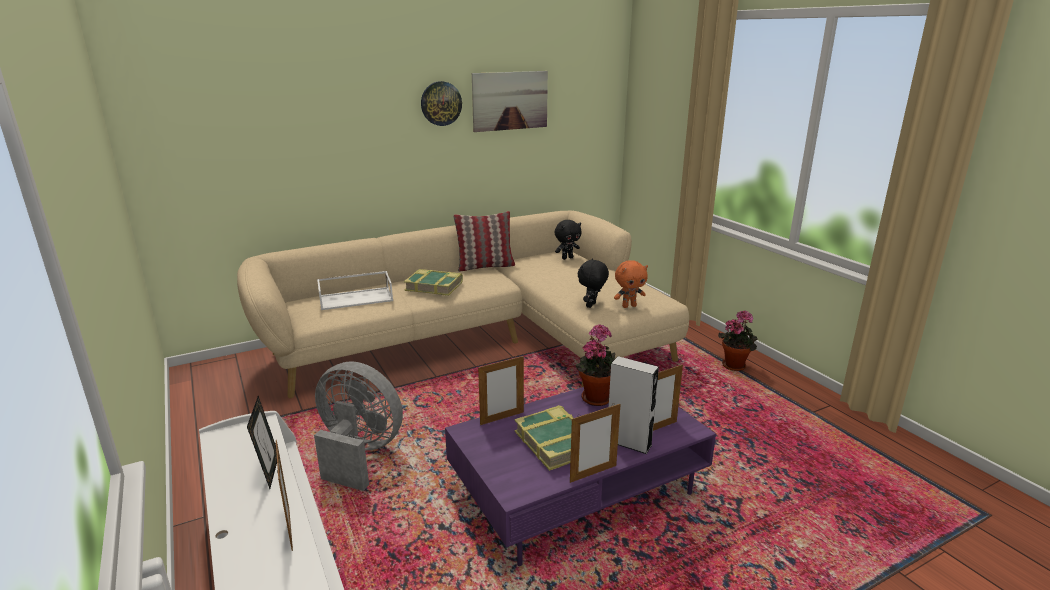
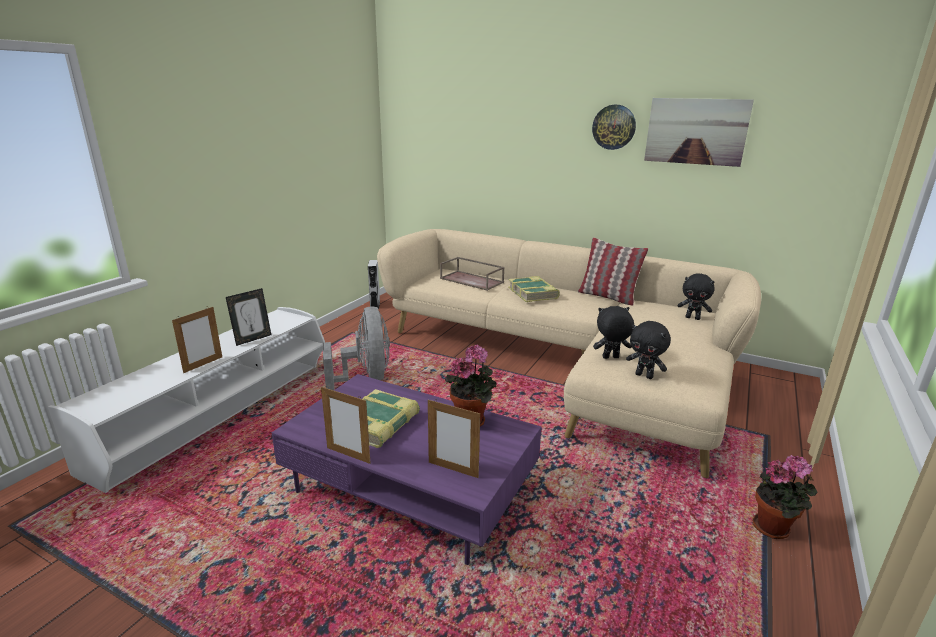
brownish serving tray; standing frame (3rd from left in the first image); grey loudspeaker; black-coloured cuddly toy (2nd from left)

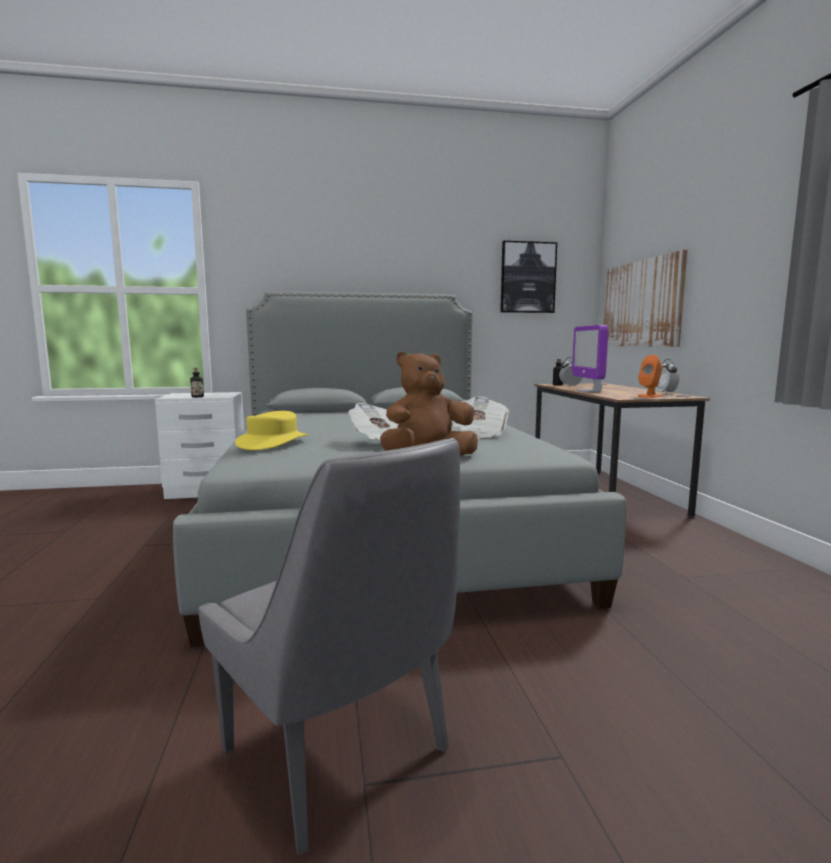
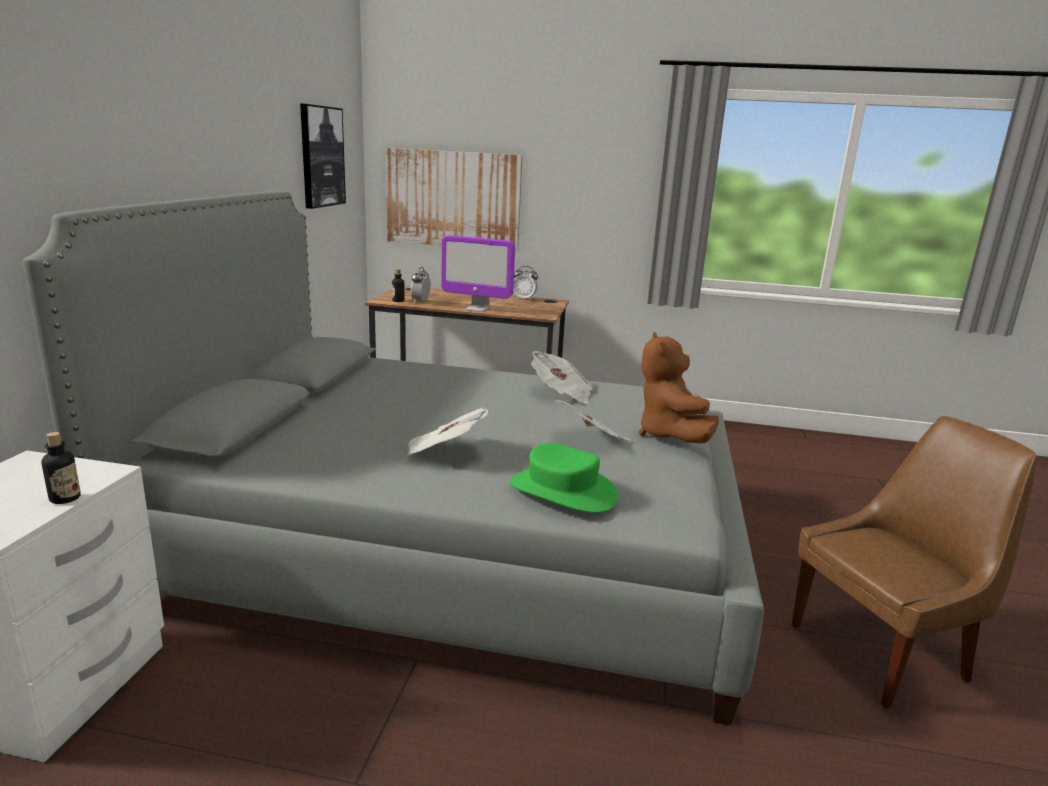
brownish upright chair; green-coloured clothing hat; orangey loudspeaker; daily paper (1st from left)

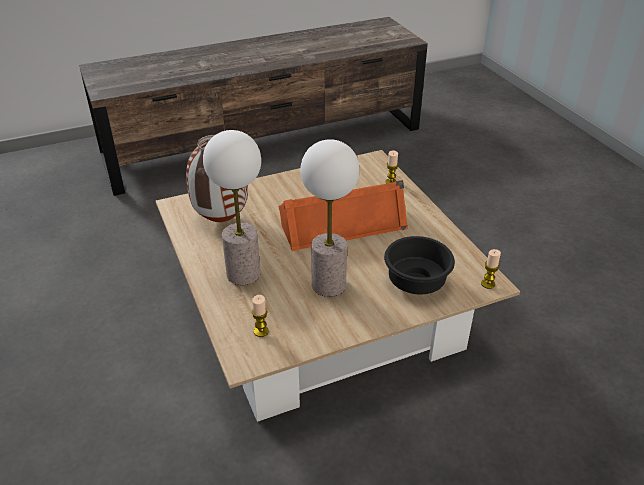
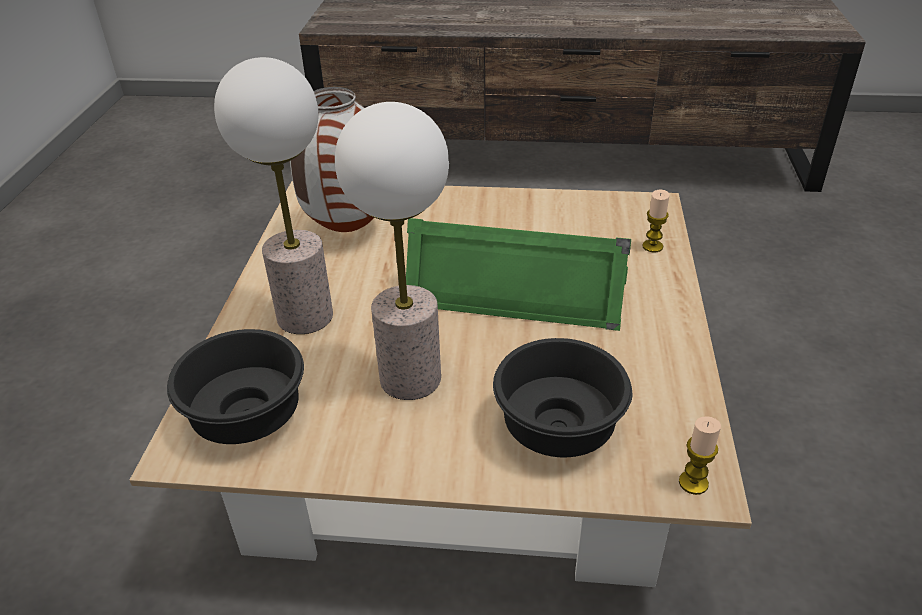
black-coloured serving bowl (1st from left); green-coloured loudspeaker

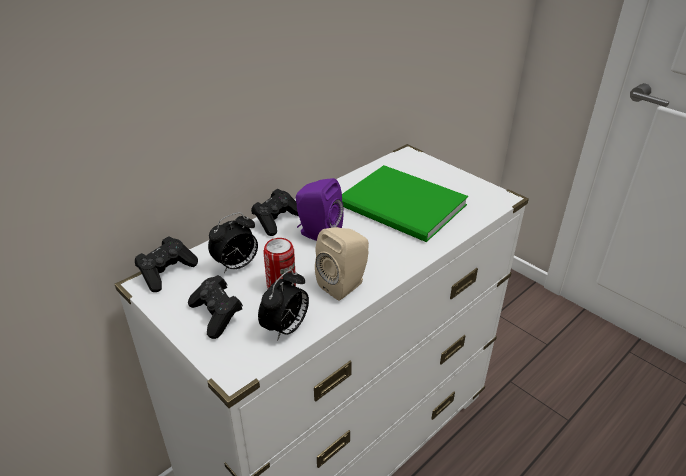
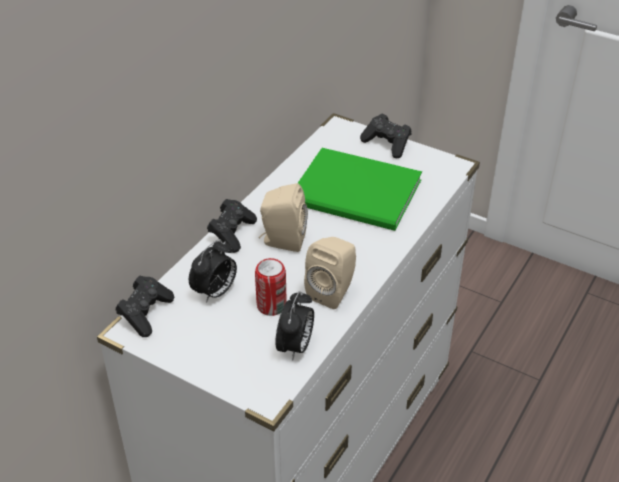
black-coloured gamepad (3rd from left); beige loudspeaker (1st from left)

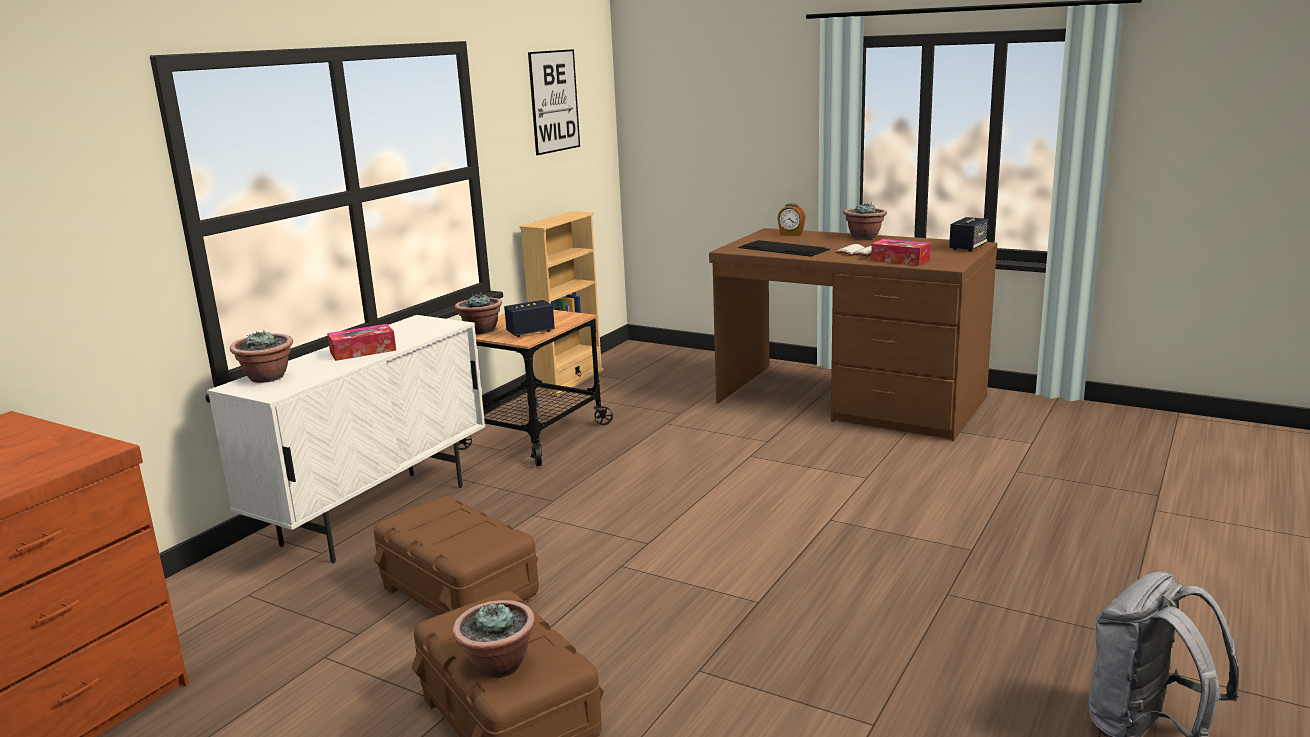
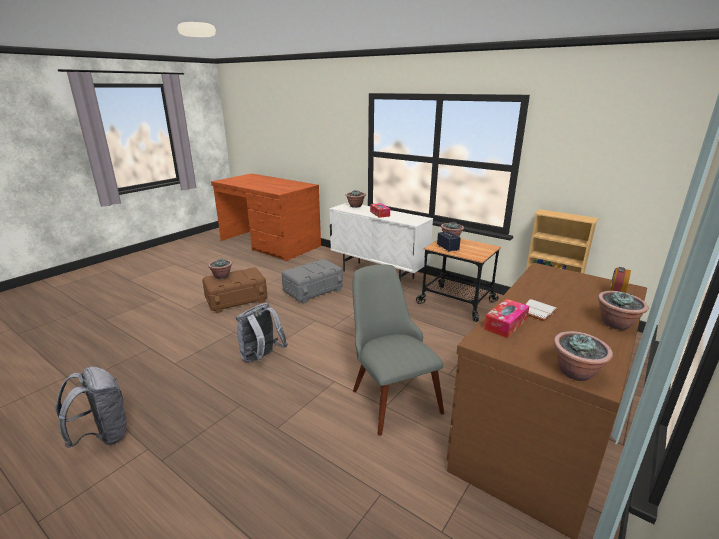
grey storage container; picture; keyboard; plant in a pot (4th from left); grey backpack (2nd from left); grey upright chair

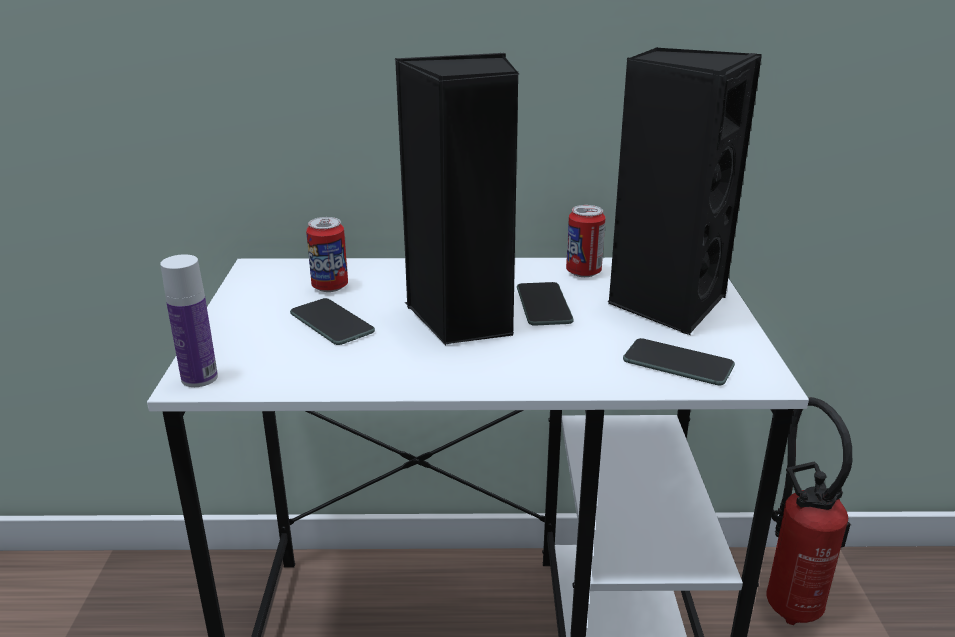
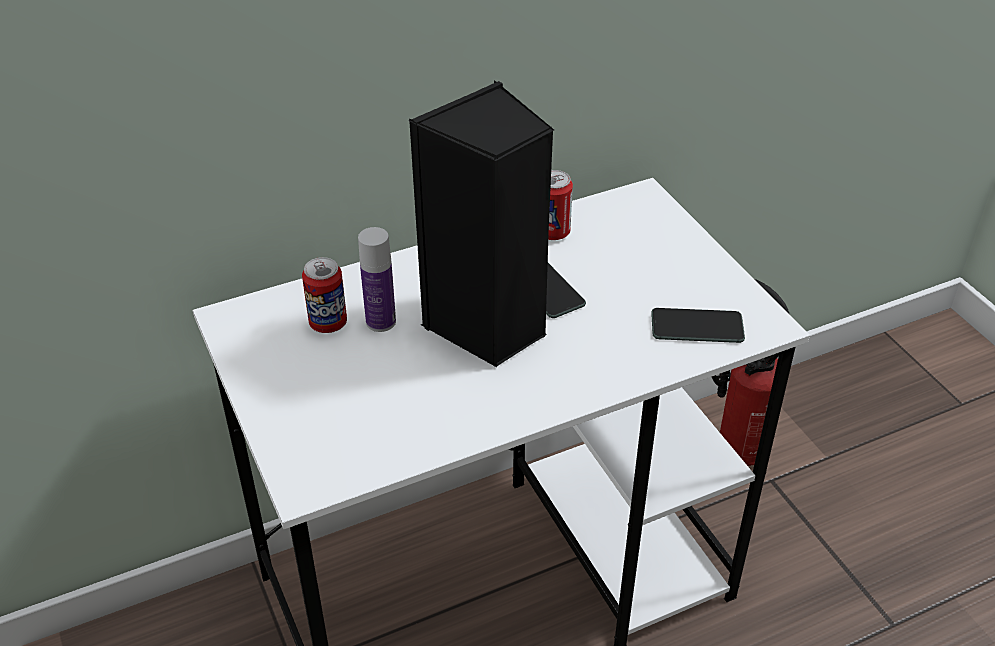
drink bottle; phone (1st from left in the first image); black-coloured loudspeaker (2nd from left in the first image)

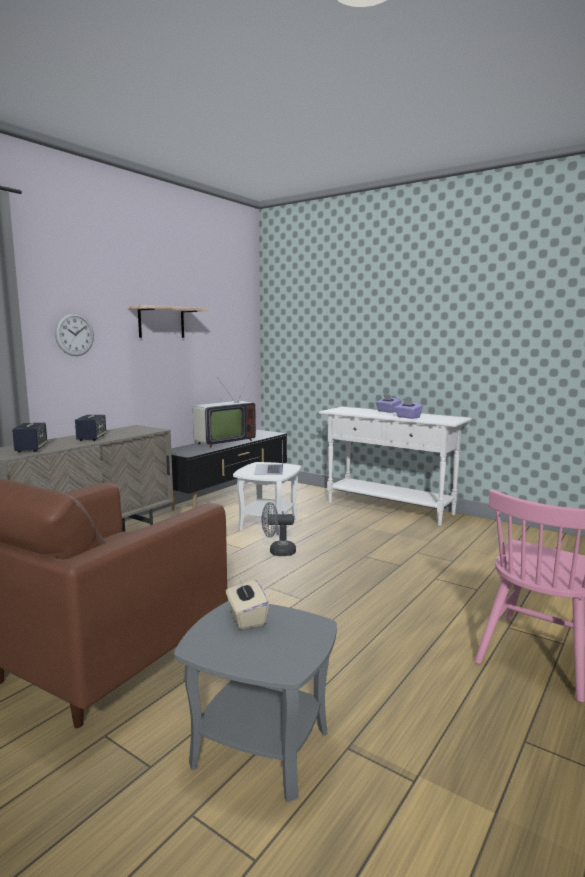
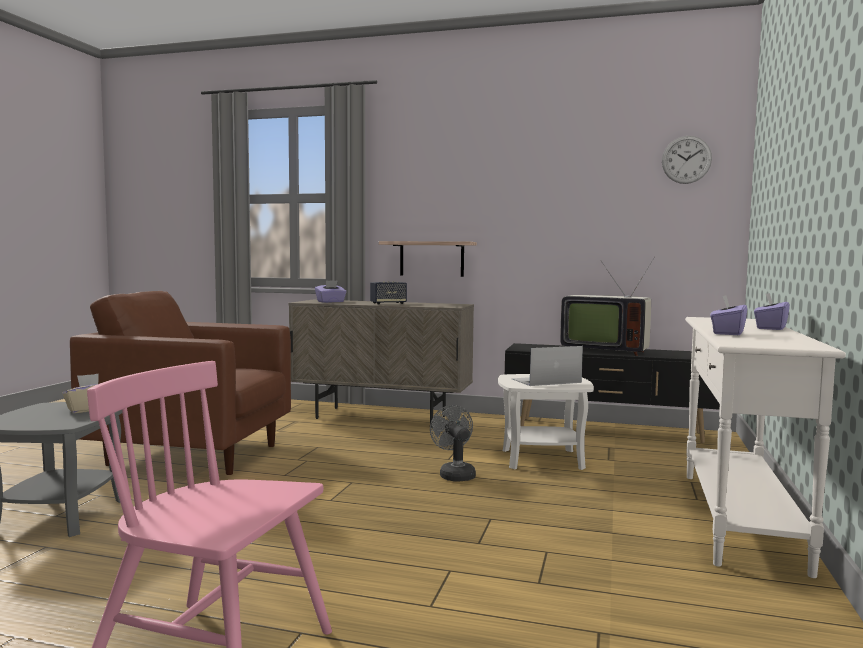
purplish tissue holder (1st from left); clock on the wall; bracket shelf

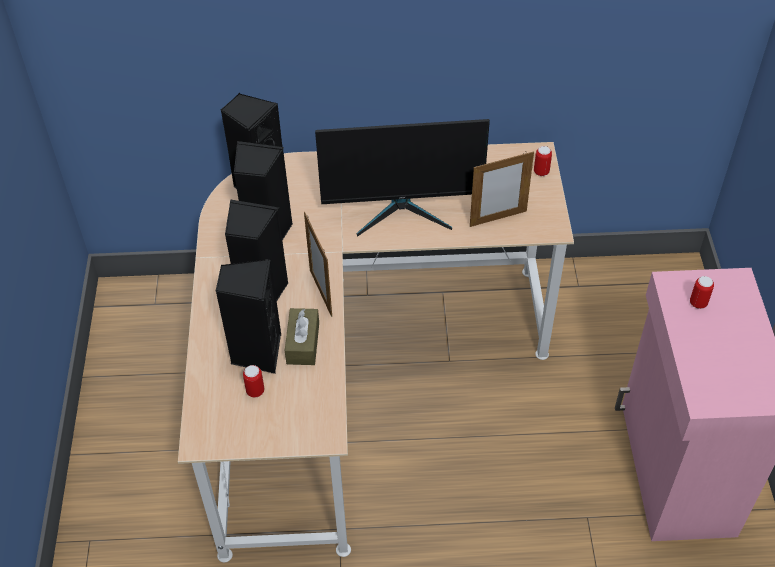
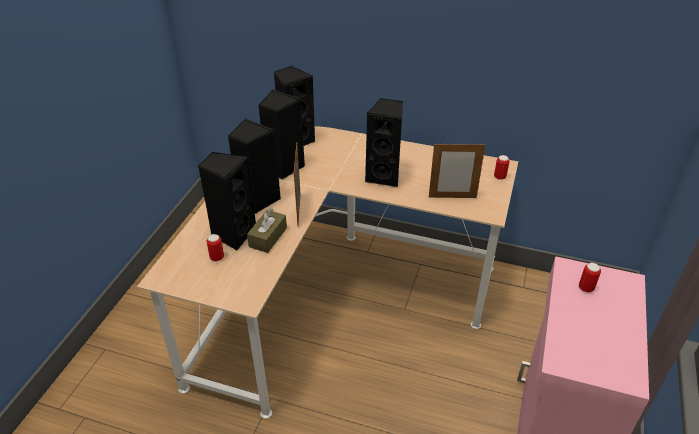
black-coloured loudspeaker (5th from left)

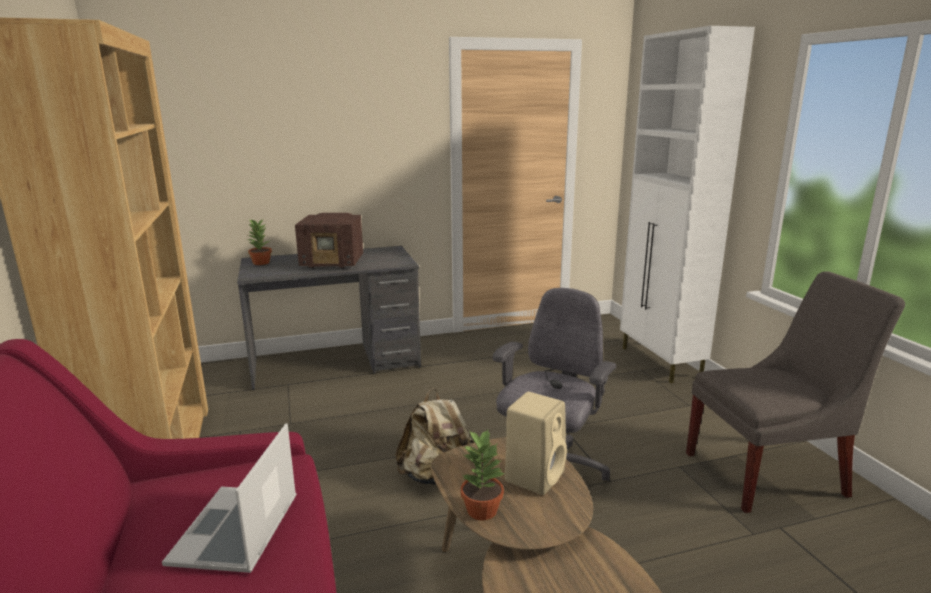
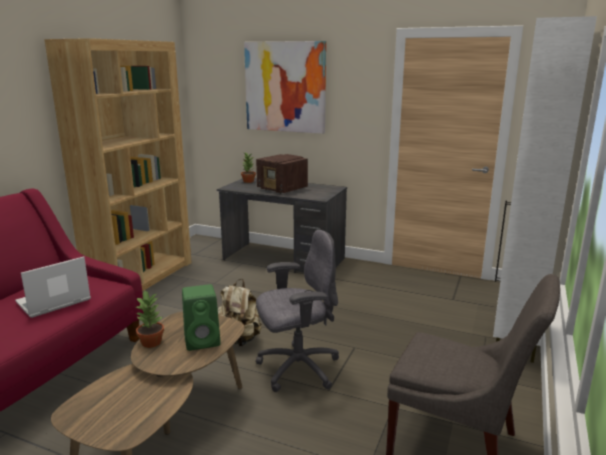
green-coloured loudspeaker; picture

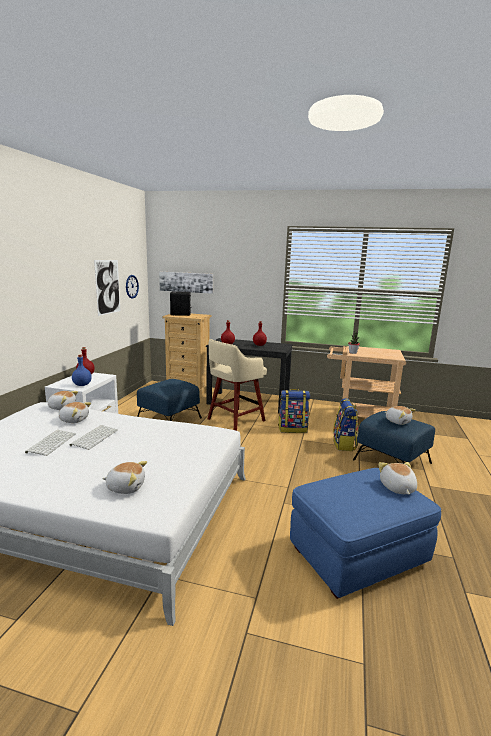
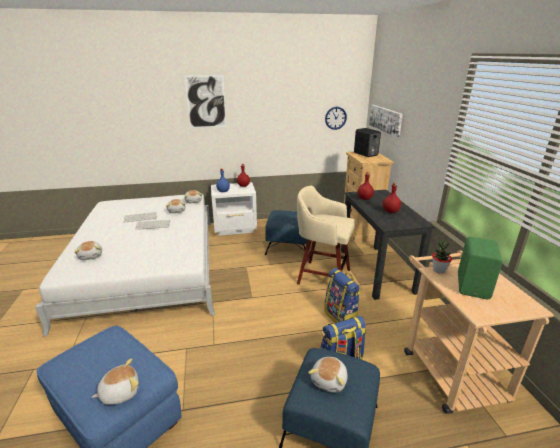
picture (1st from left); green-coloured loudspeaker

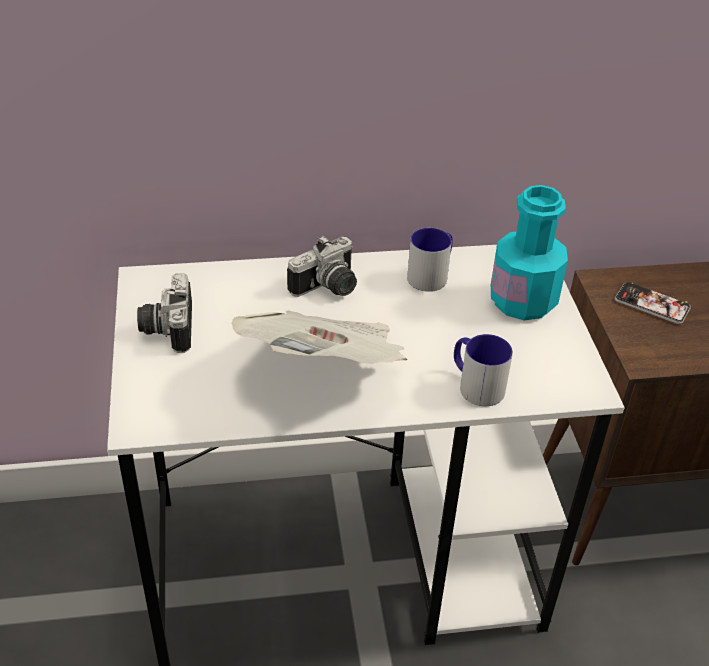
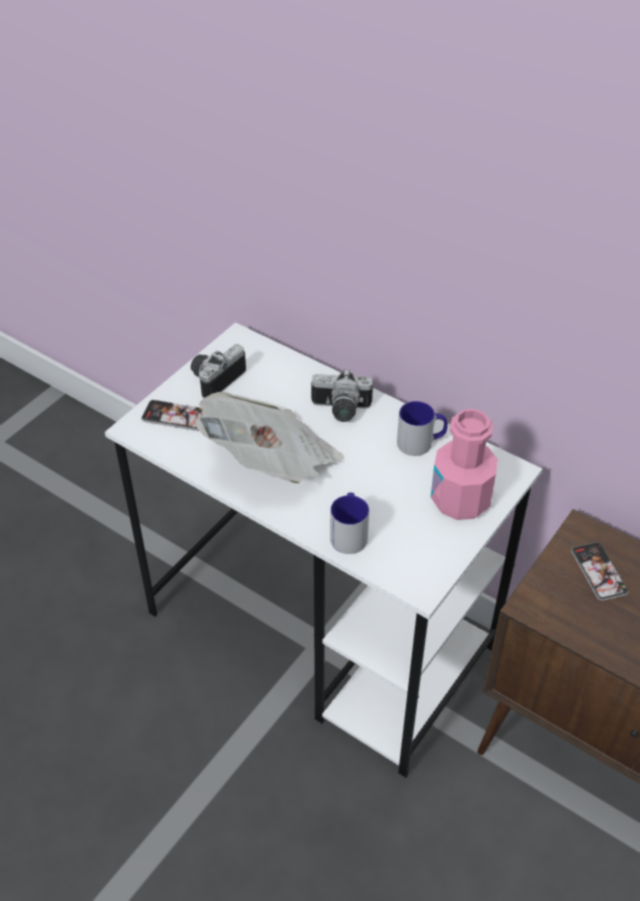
pink drink bottle; phone (1st from left)

